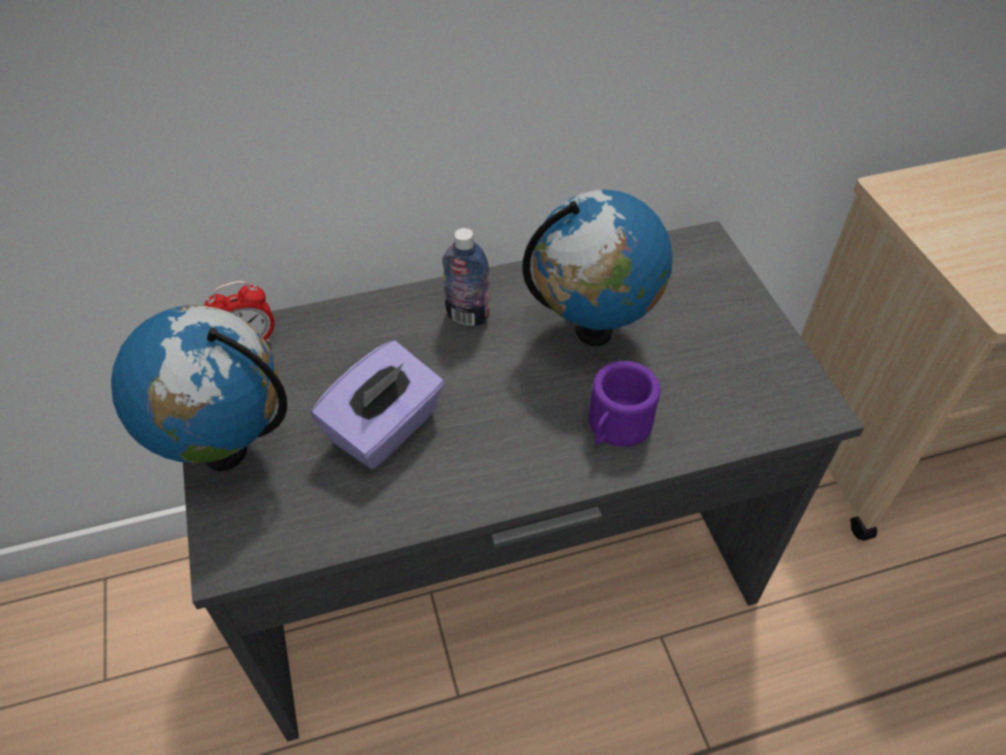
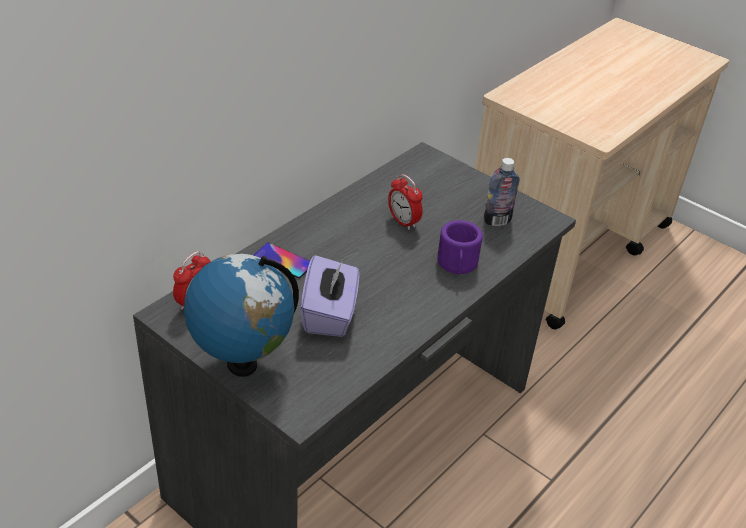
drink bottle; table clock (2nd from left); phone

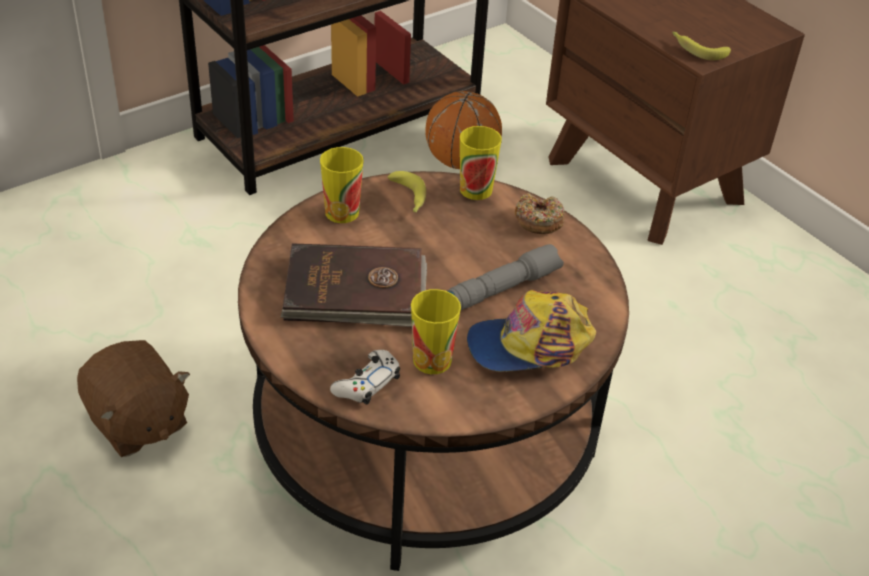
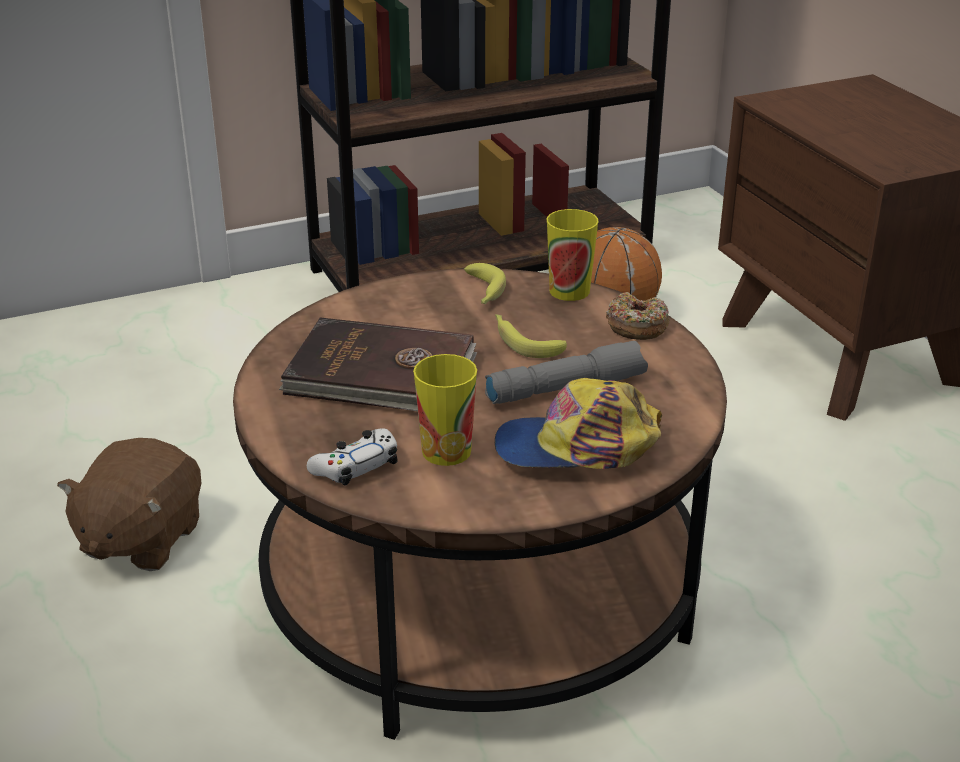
brownish cuddly toy; drinking cup (1st from left in the first image); banana fruit (2nd from left)

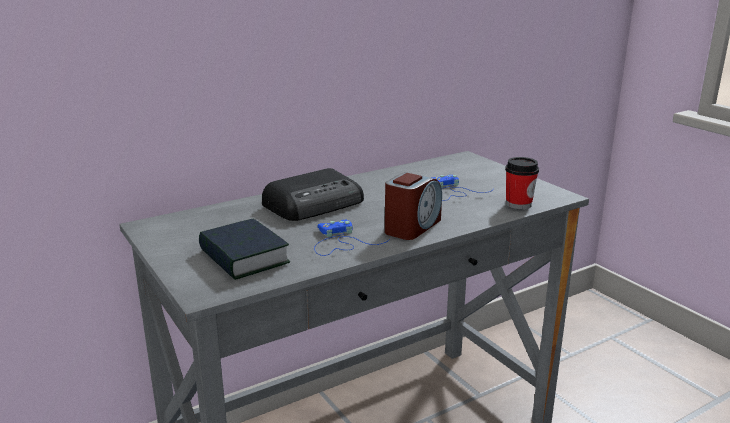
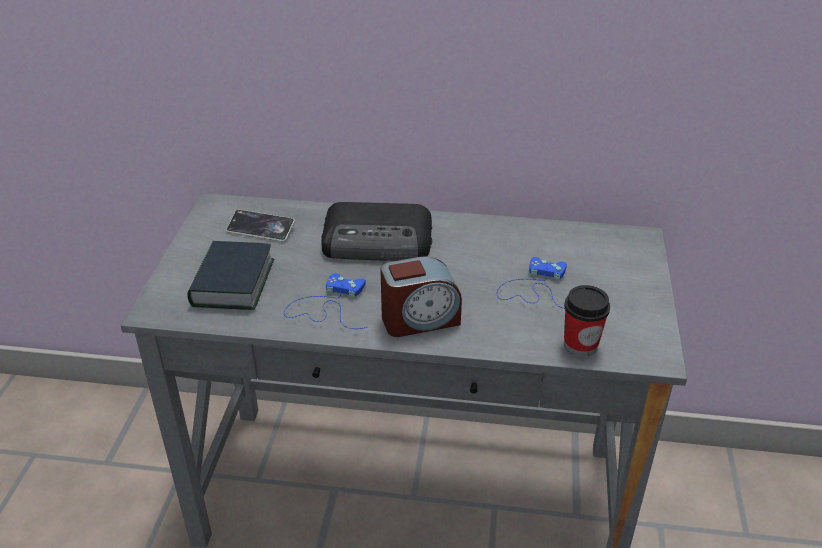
phone

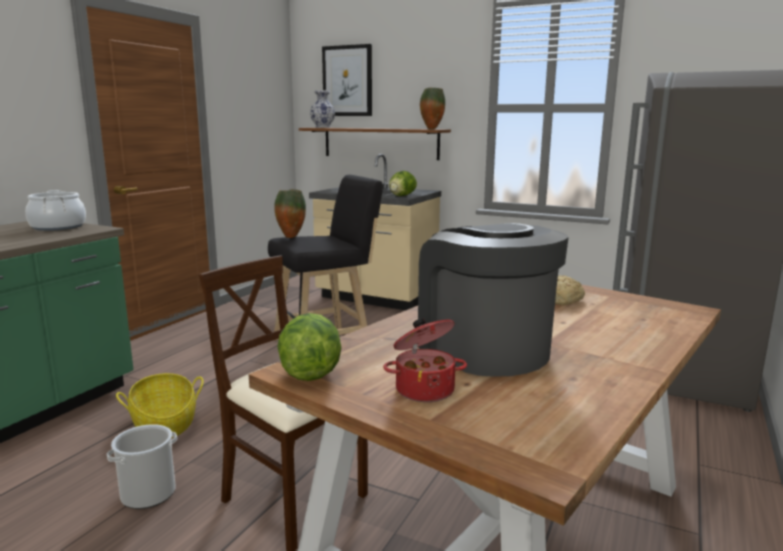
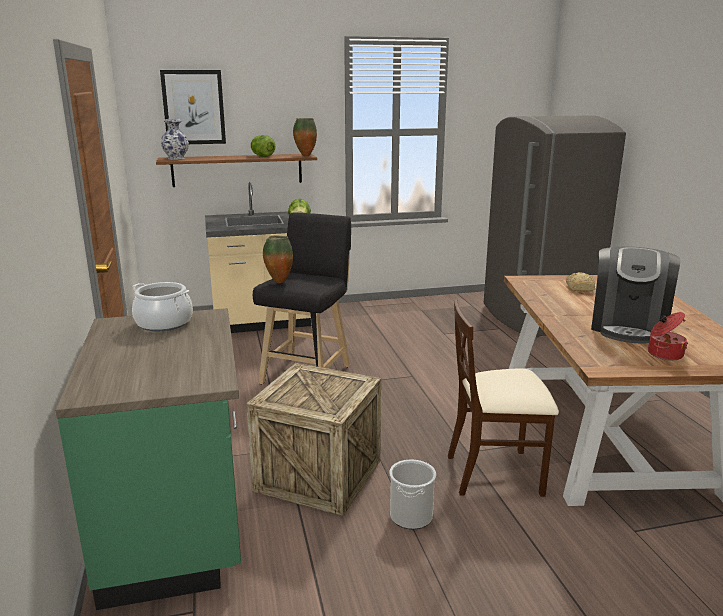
crate; head of lettuce (1st from left); coffee machine

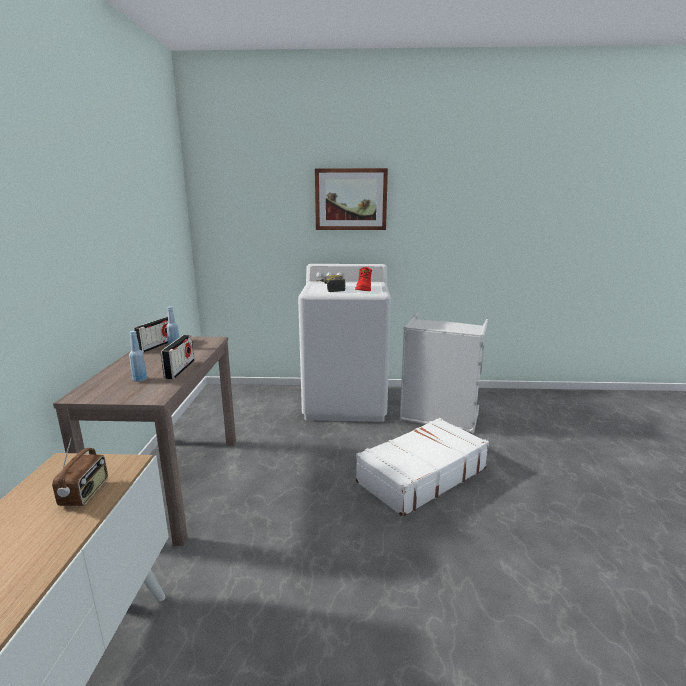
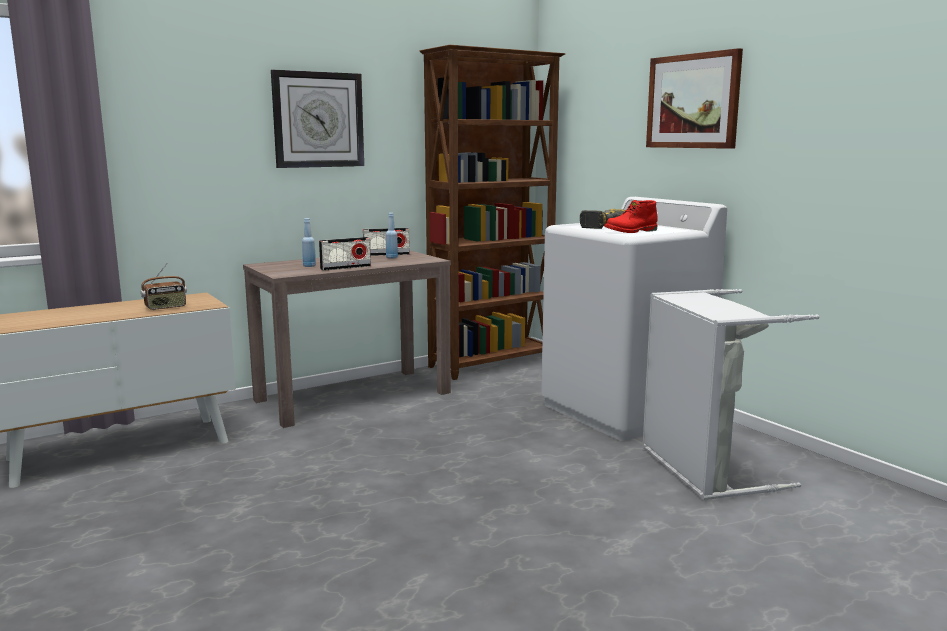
white-coloured piece of luggage; clock on the wall; brownish bookshelf

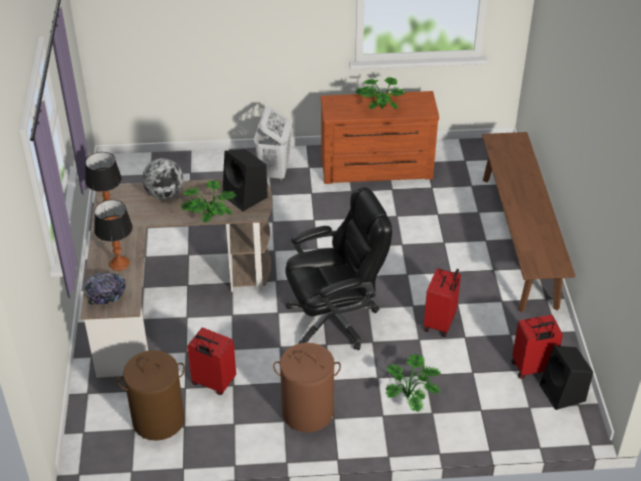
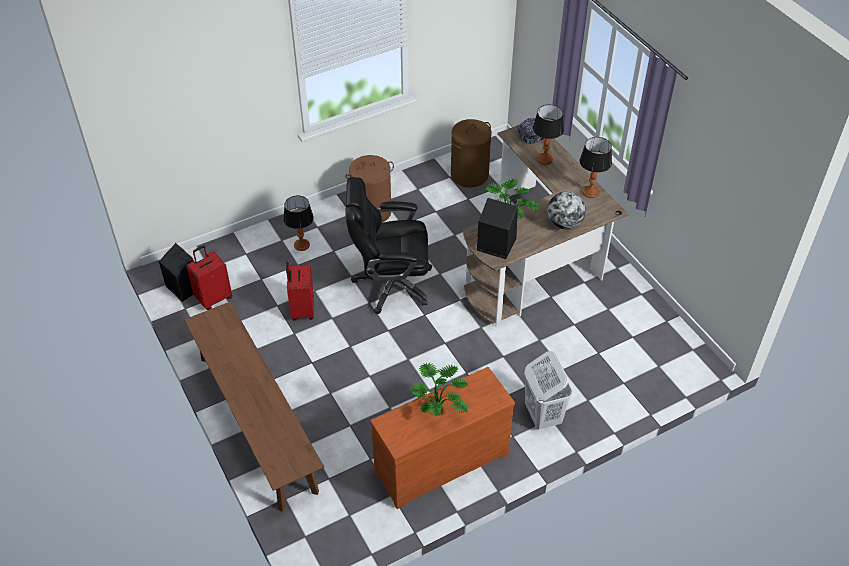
red piece of luggage (1st from left in the first image); black-coloured desk chair; table lamp (1st from left)

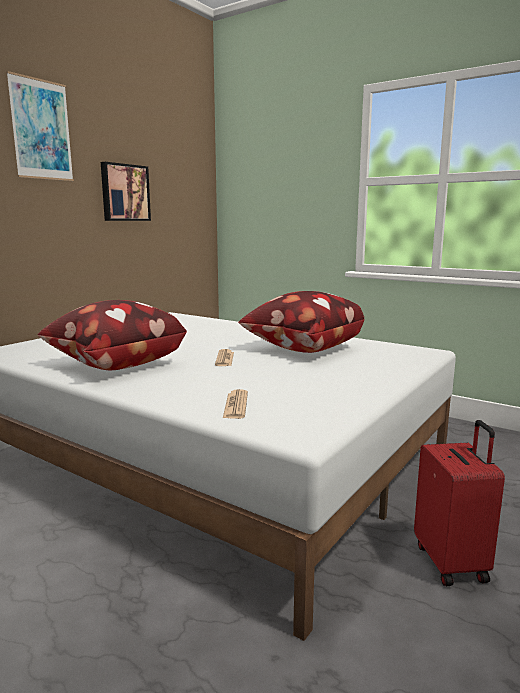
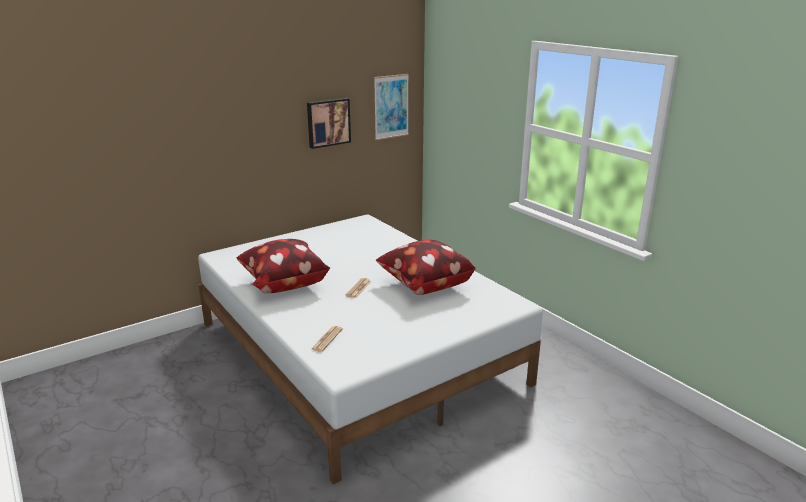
picture (2nd from left); red piece of luggage

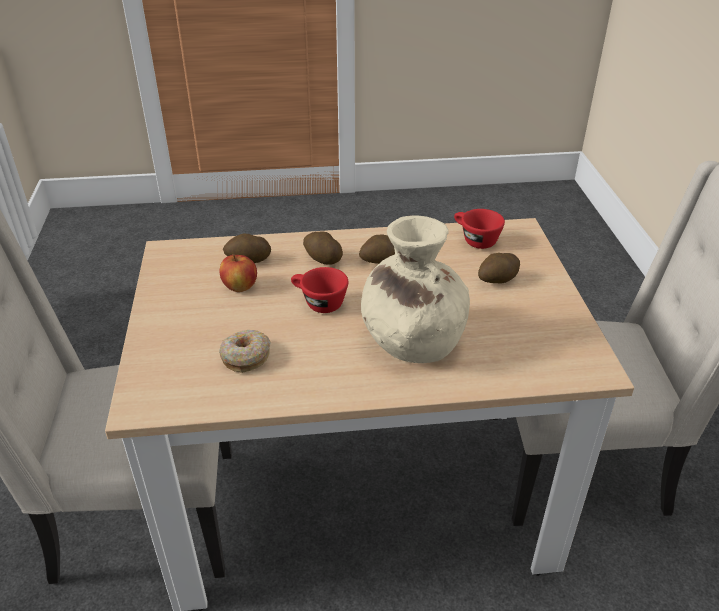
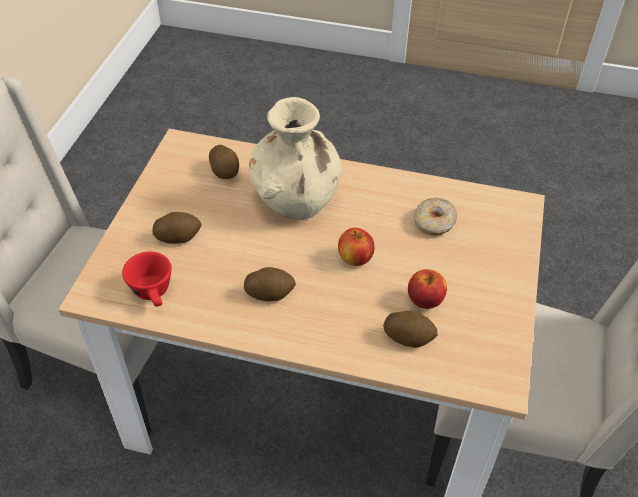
whole apple (1st from left); potato (2nd from left)

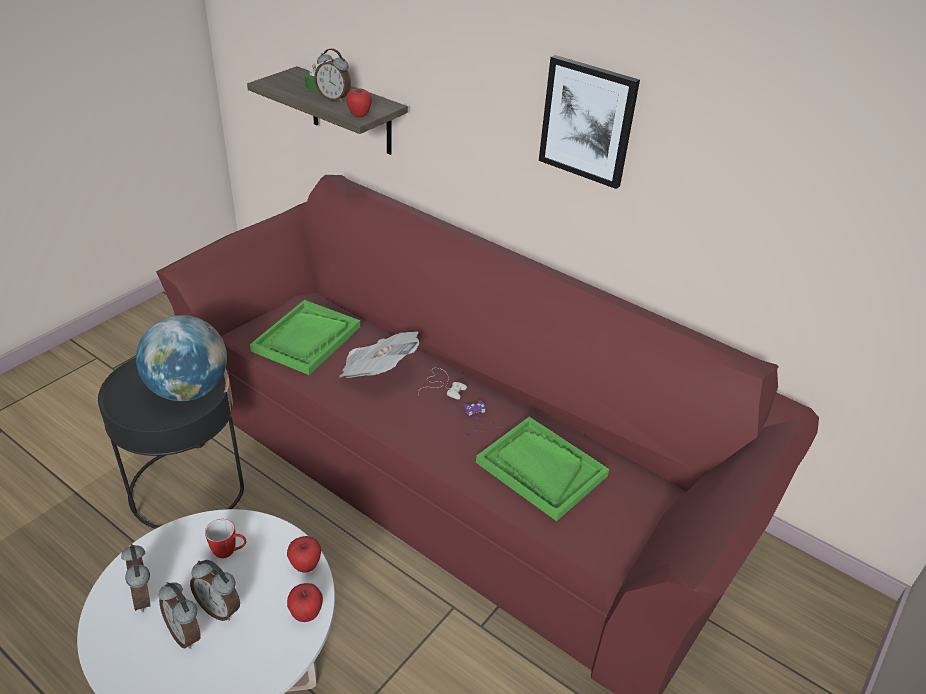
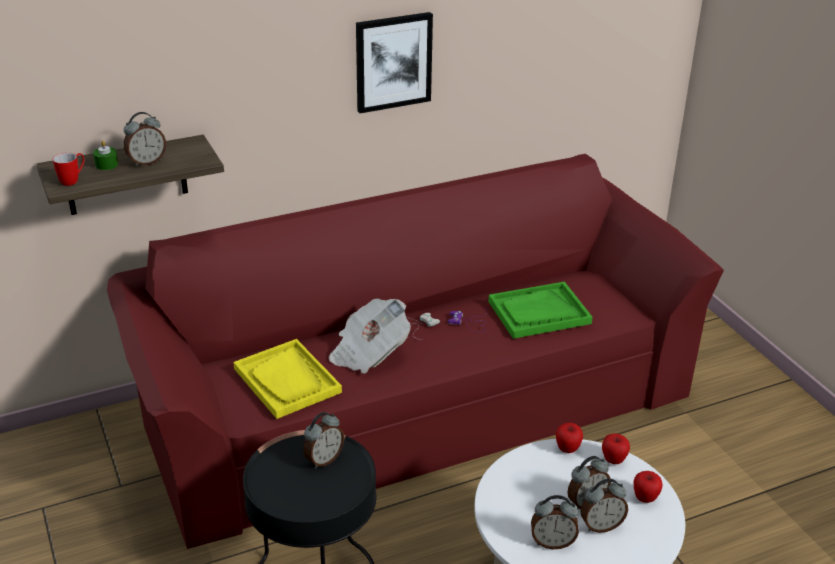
table clock (2nd from left); mug; yellow serving tray; whole apple (3rd from left)

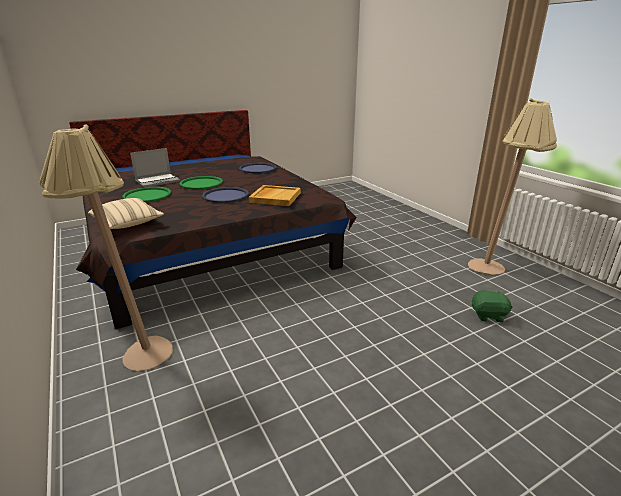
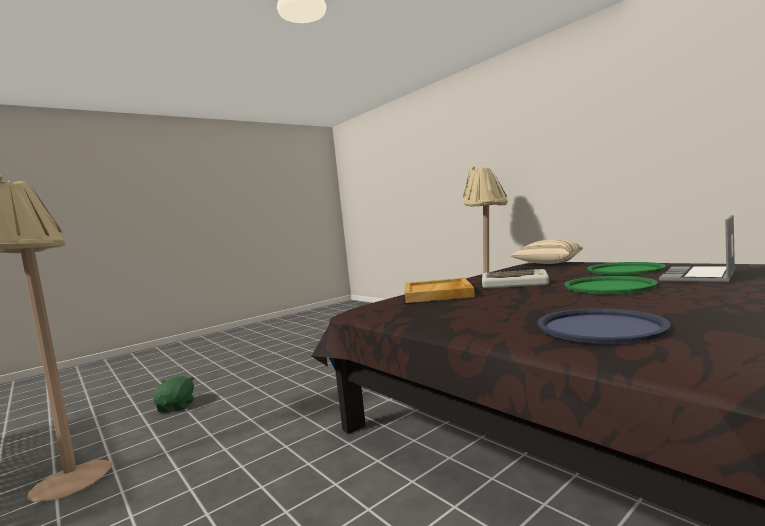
keyboard; green-coloured cuddly toy

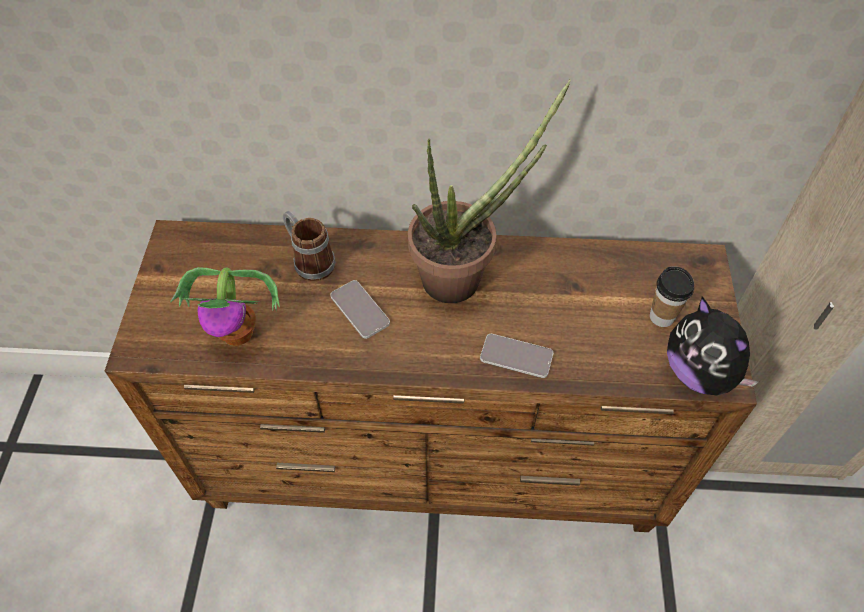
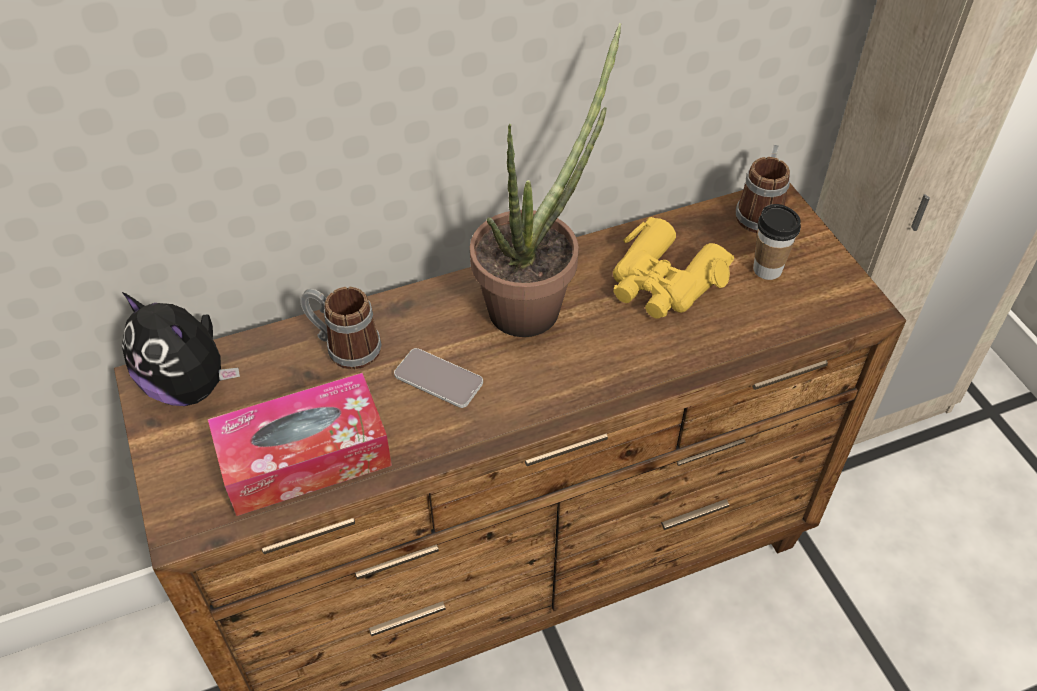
tissue holder; phone (2nd from left in the first image); cuddly toy; yellow field glasses; mug (2nd from left)

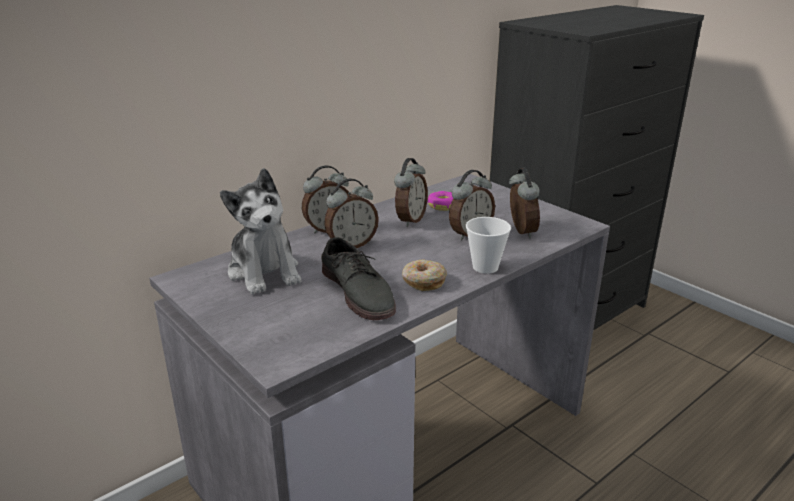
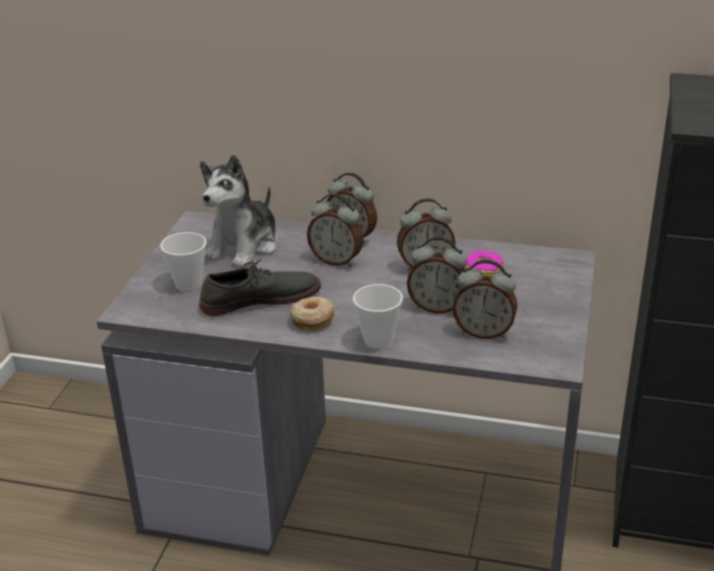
grey low shoe; table clock (5th from left); drinking cup (1st from left)

